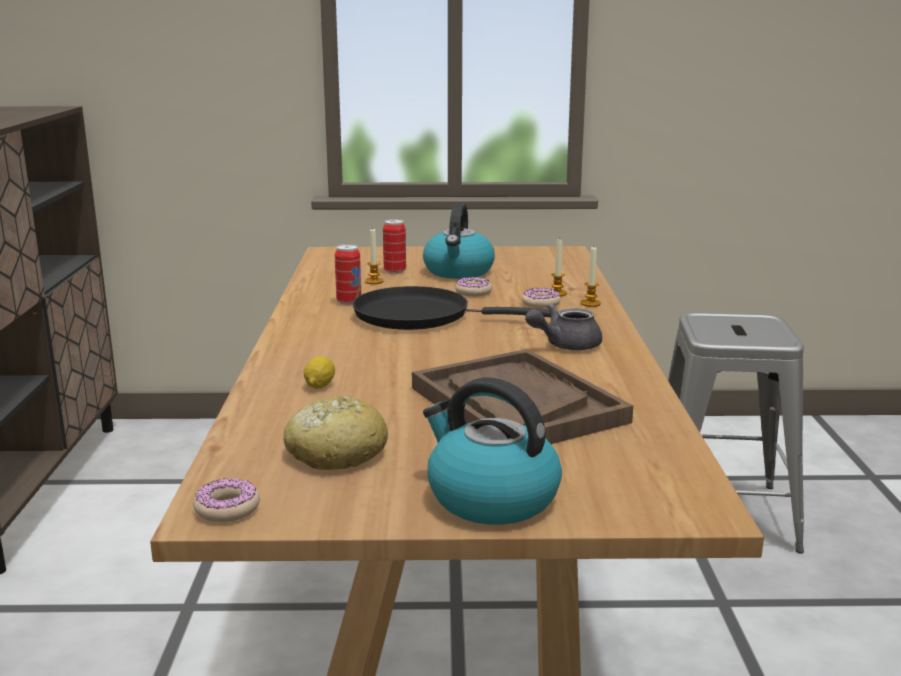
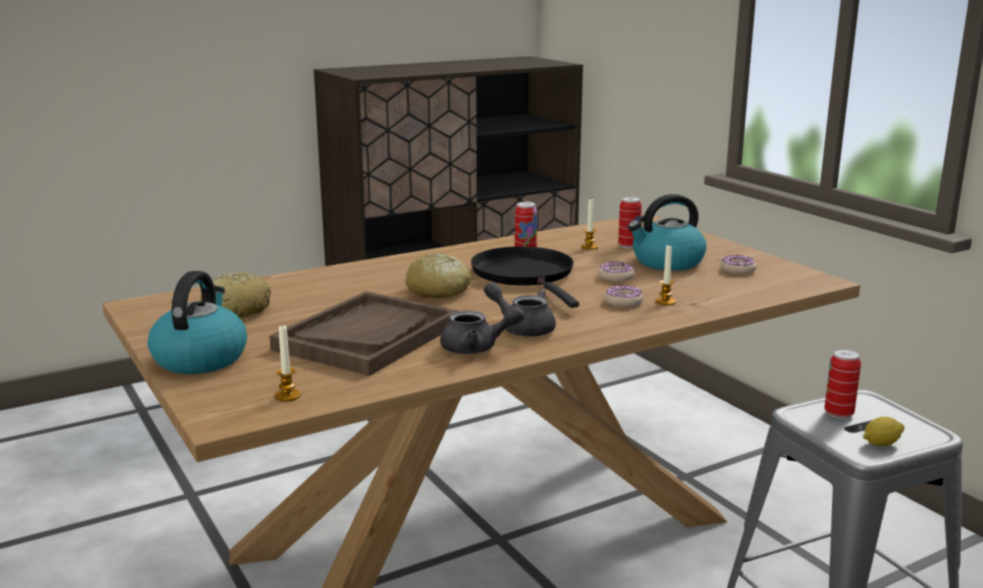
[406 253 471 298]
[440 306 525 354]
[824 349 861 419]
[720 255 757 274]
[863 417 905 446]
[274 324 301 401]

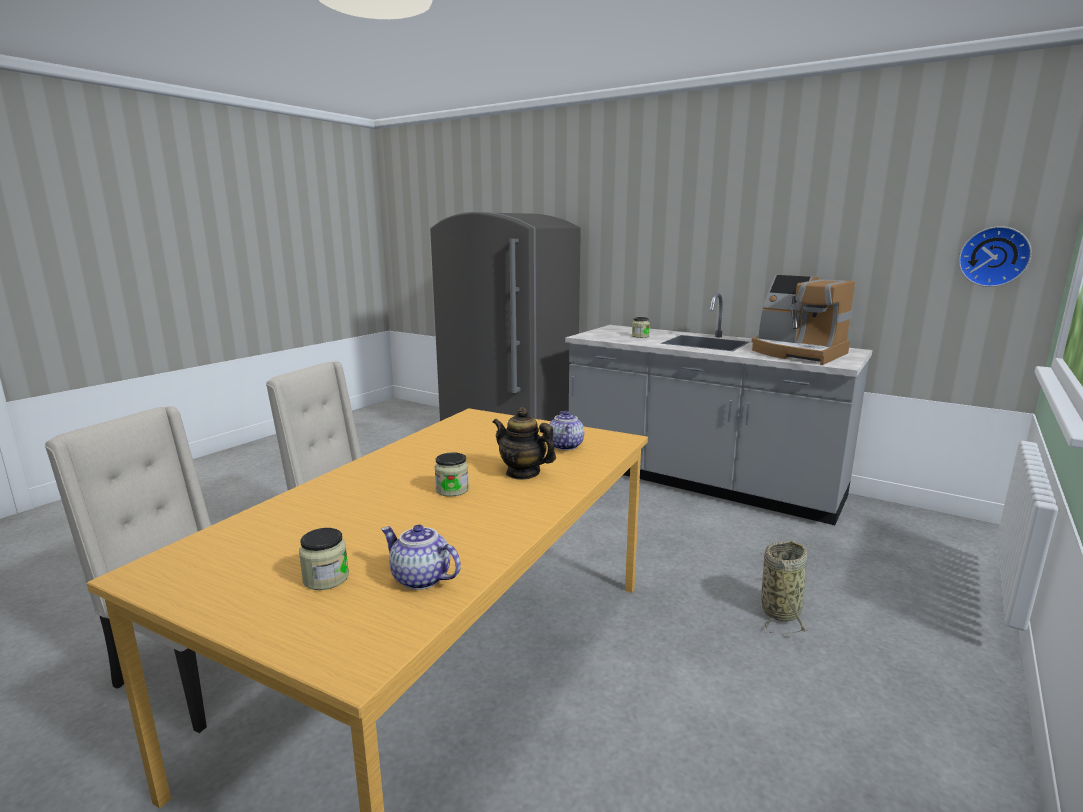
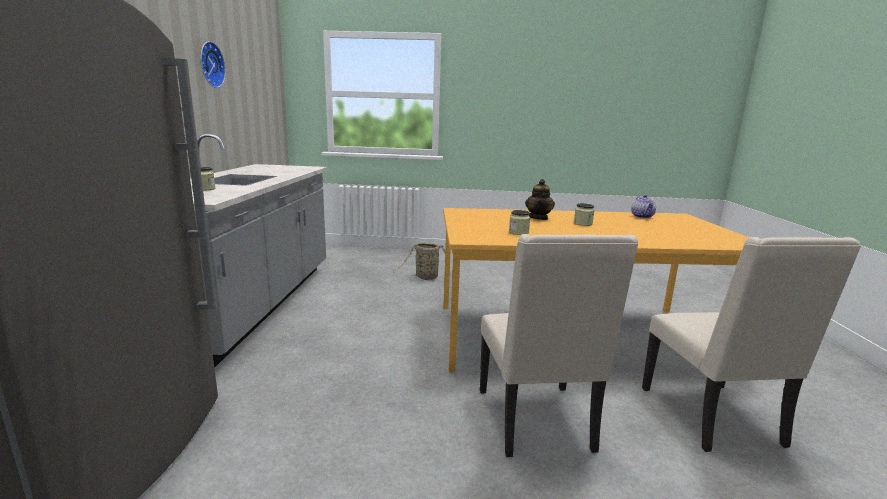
[549 411 584 450] (first image)
[752 275 855 365] (first image)
[509 210 530 235]
[200 41 226 88]

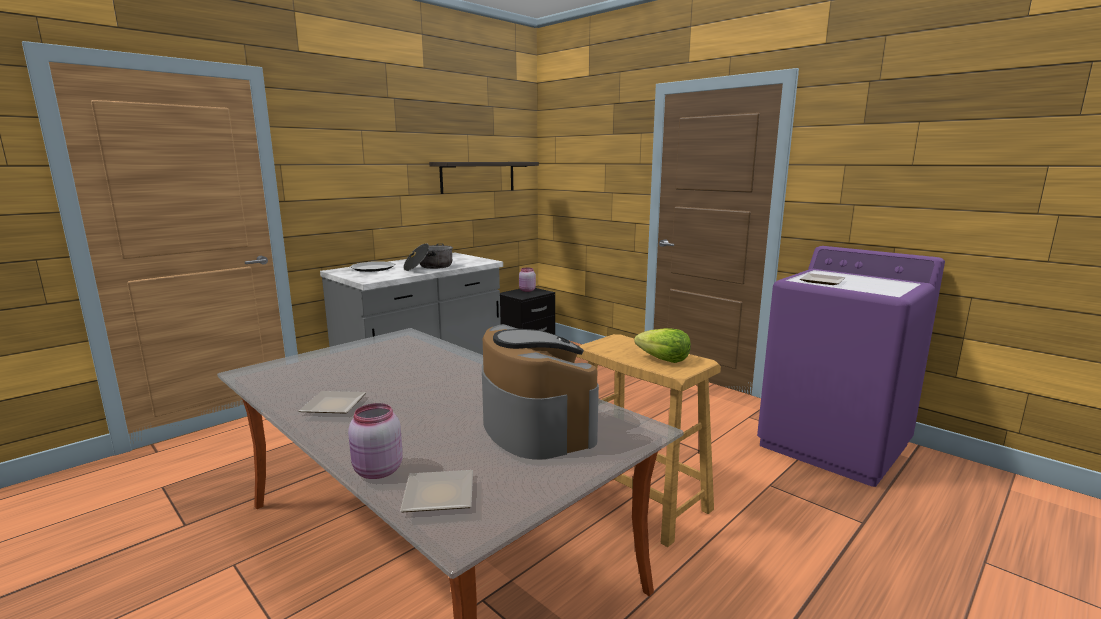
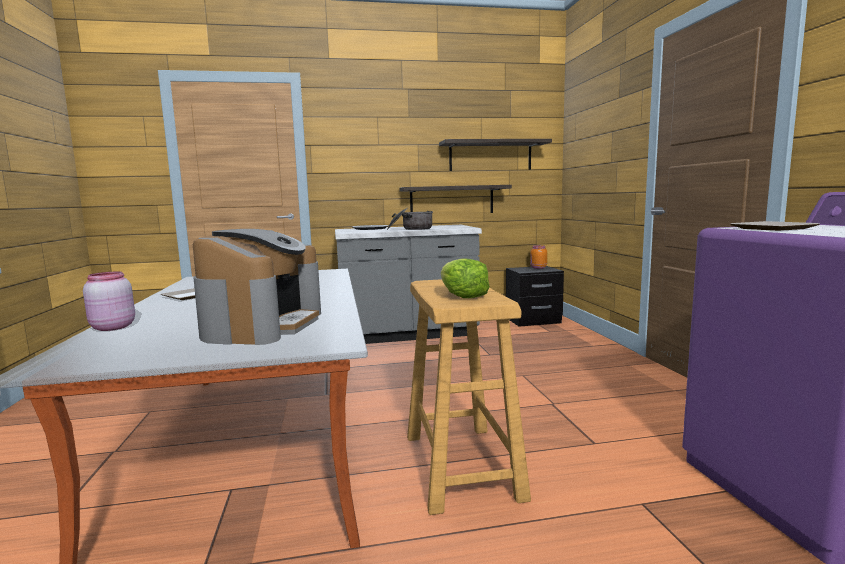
[400 470 473 512] (first image)
[399 185 512 213]
[530 245 547 269]

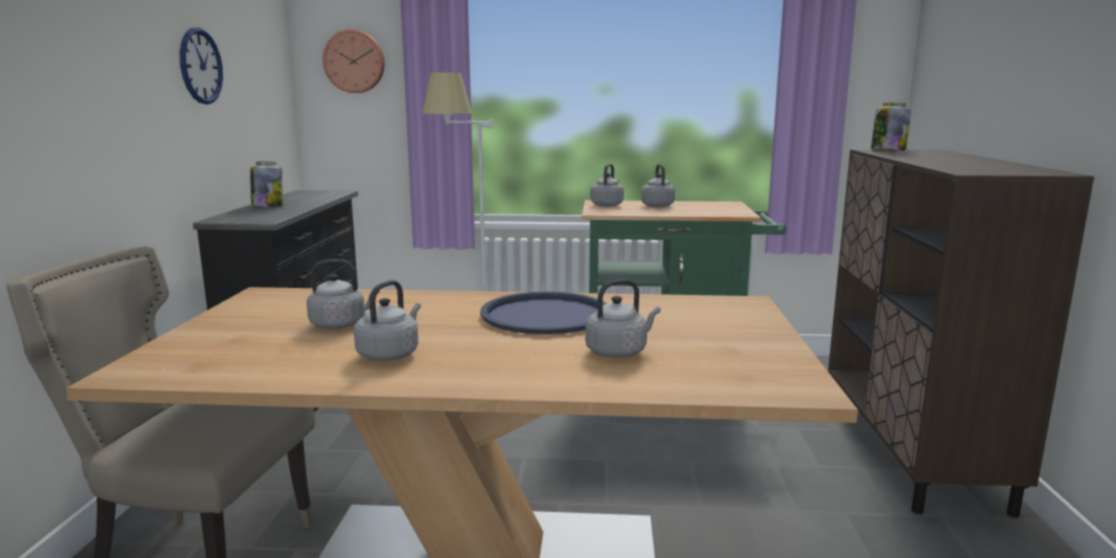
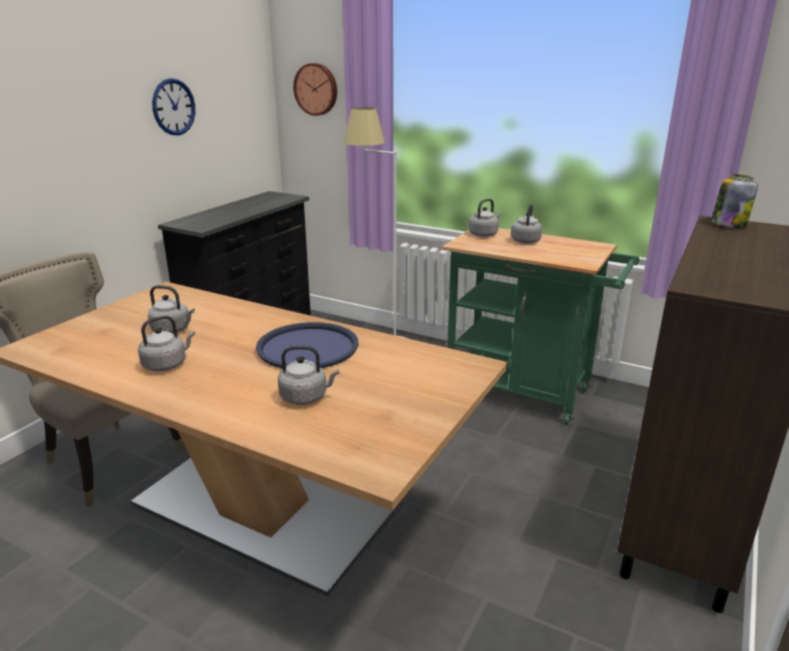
[250 161 283 207] (first image)

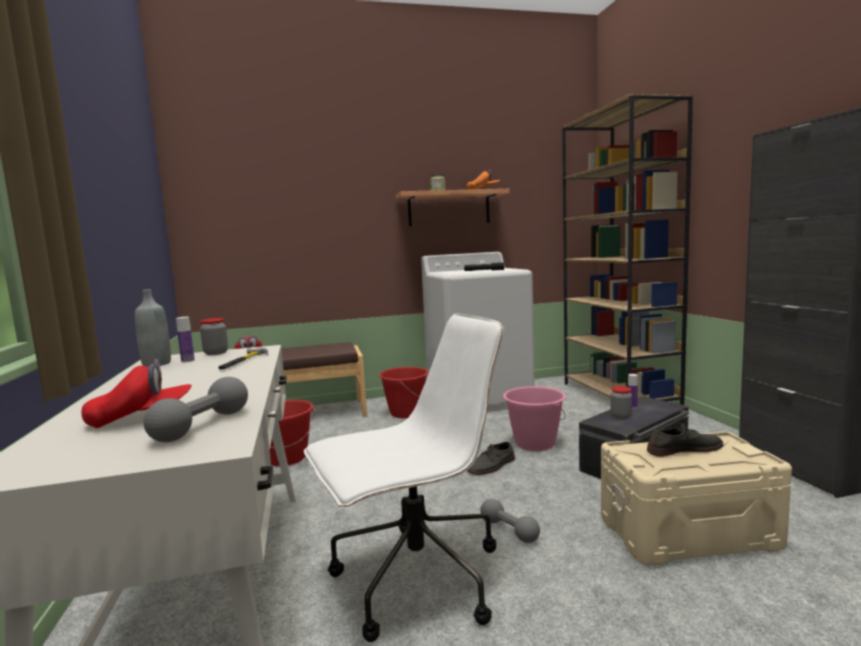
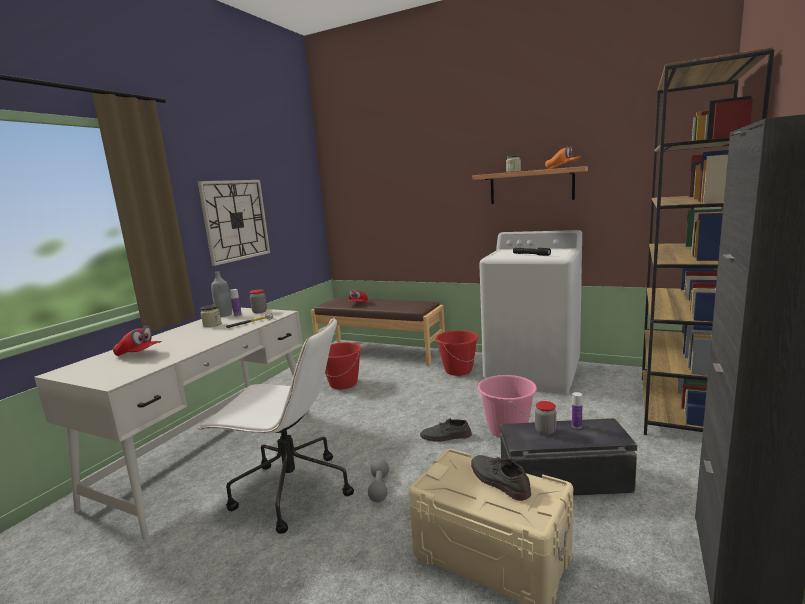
[144 377 248 442] (first image)
[198 180 270 266]
[200 305 222 327]
[471 455 531 501]

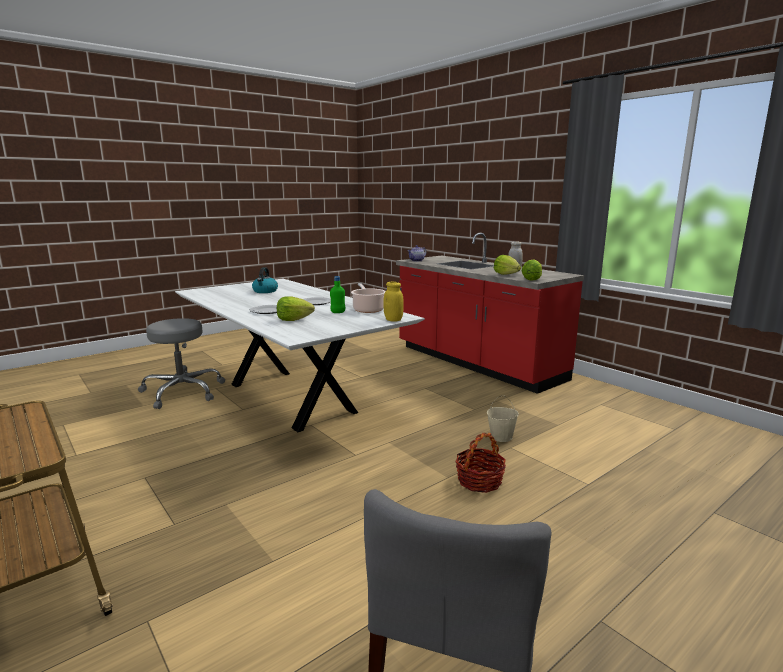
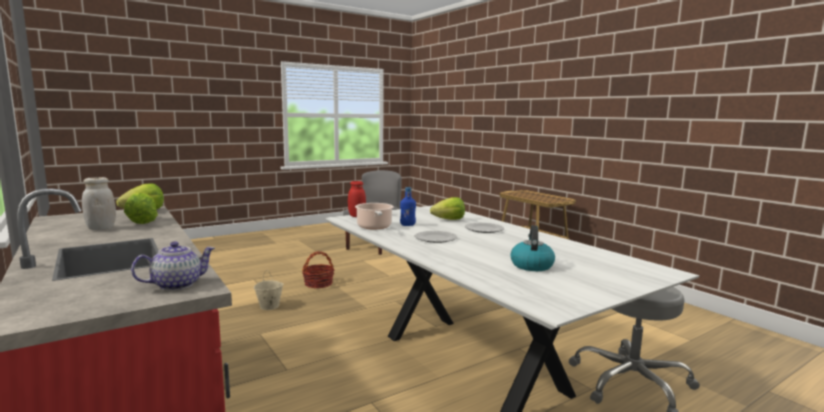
[400 187 416 226]
[348 181 366 217]

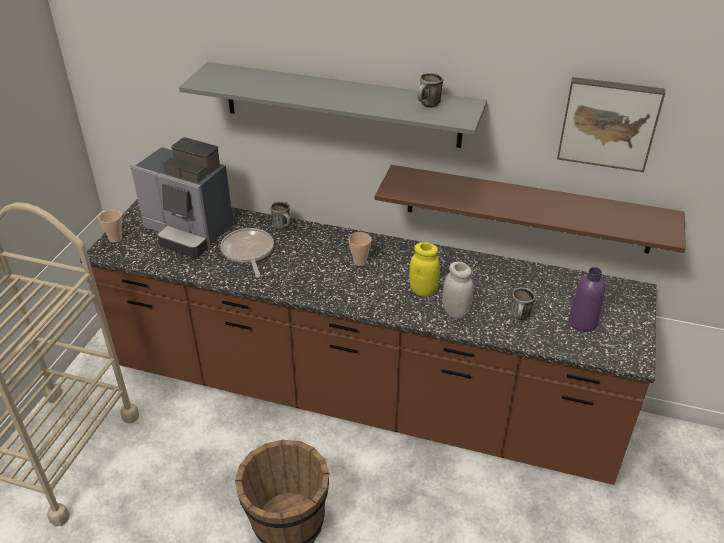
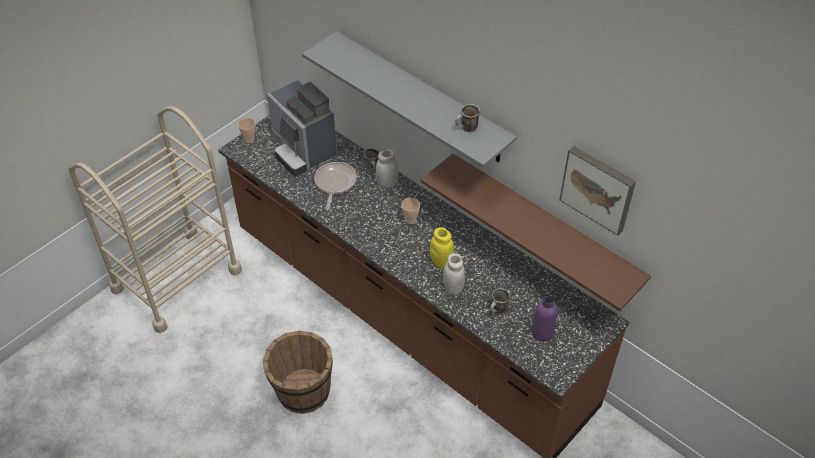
[376 149 398 189]

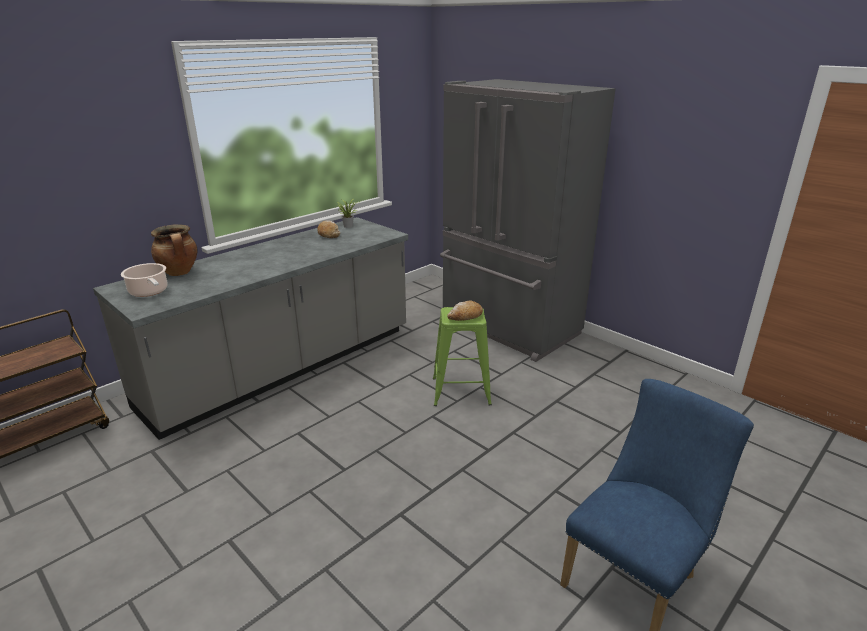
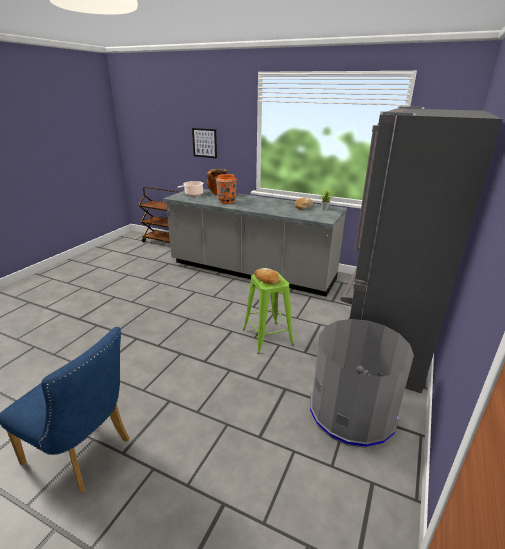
[192 128 217 158]
[216 174 237 204]
[310 319 414 448]

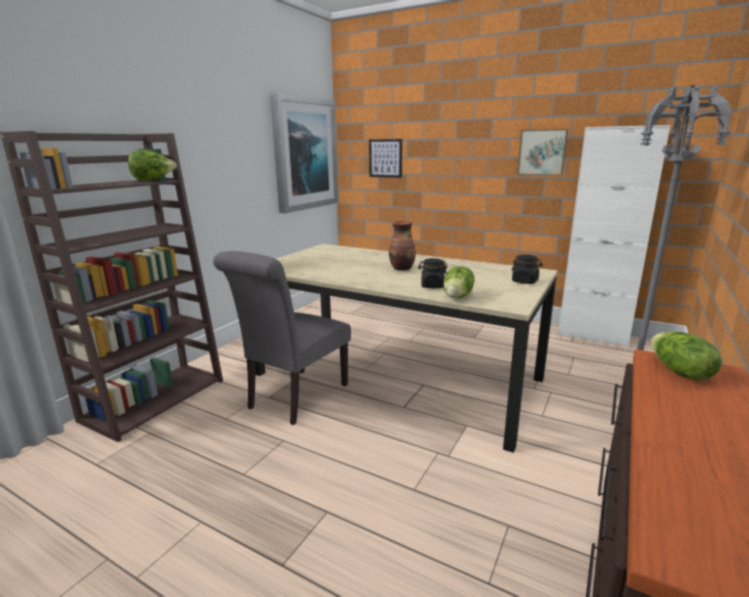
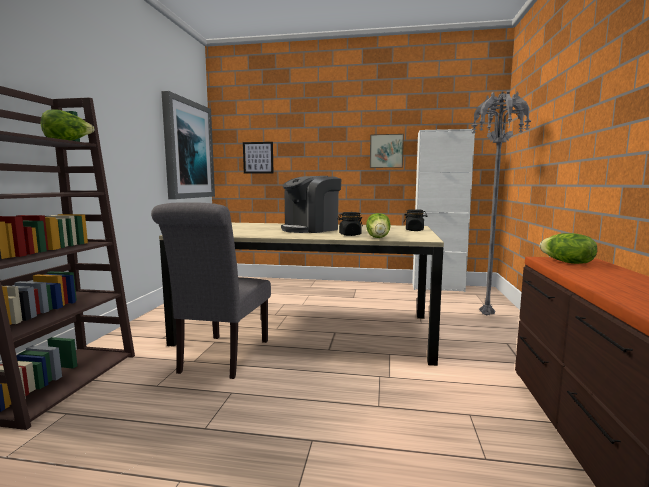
[281 176 341 233]

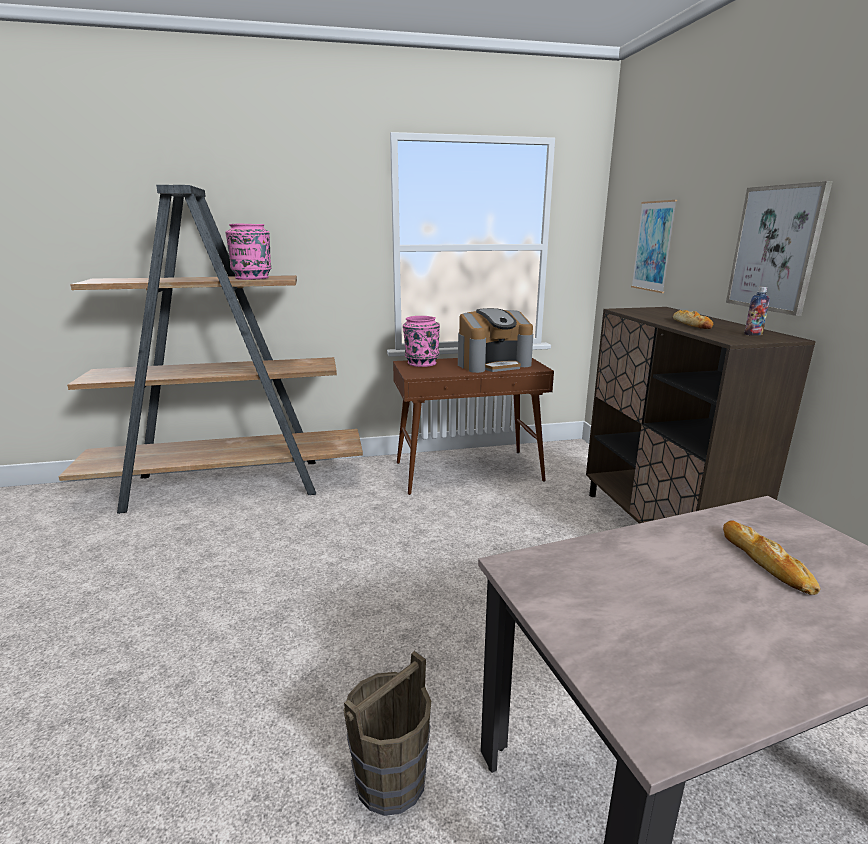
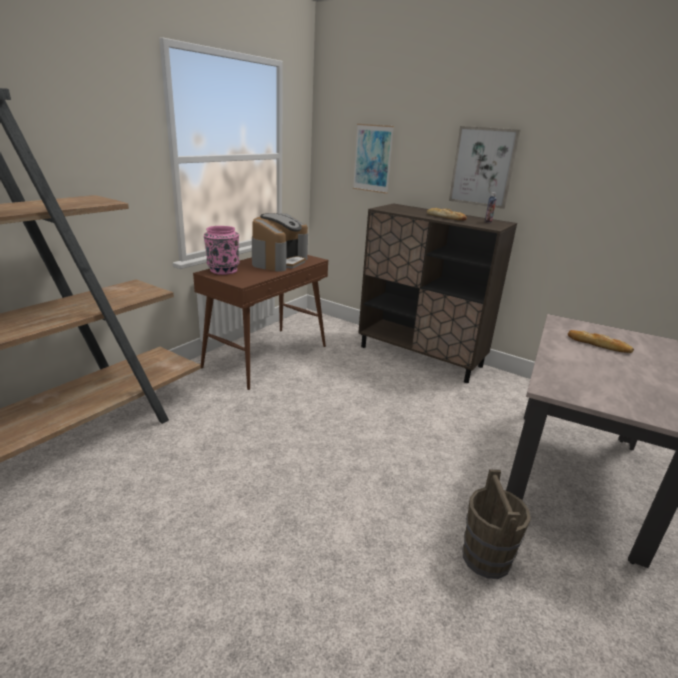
[225 224 271 280] (first image)

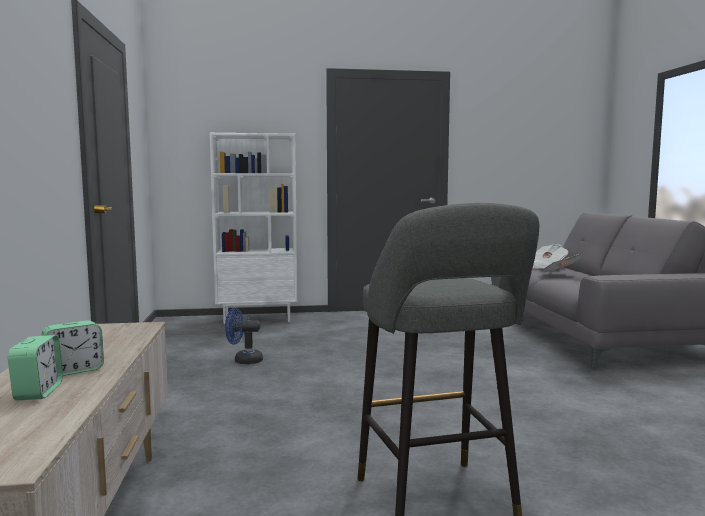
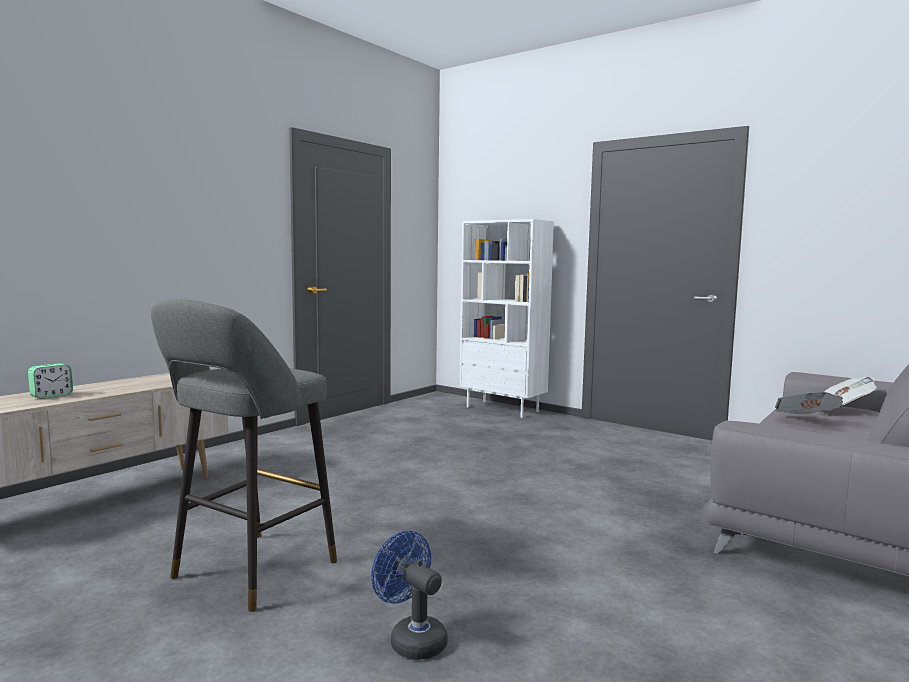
[41 320 104 376] (first image)
[371 531 448 660]

